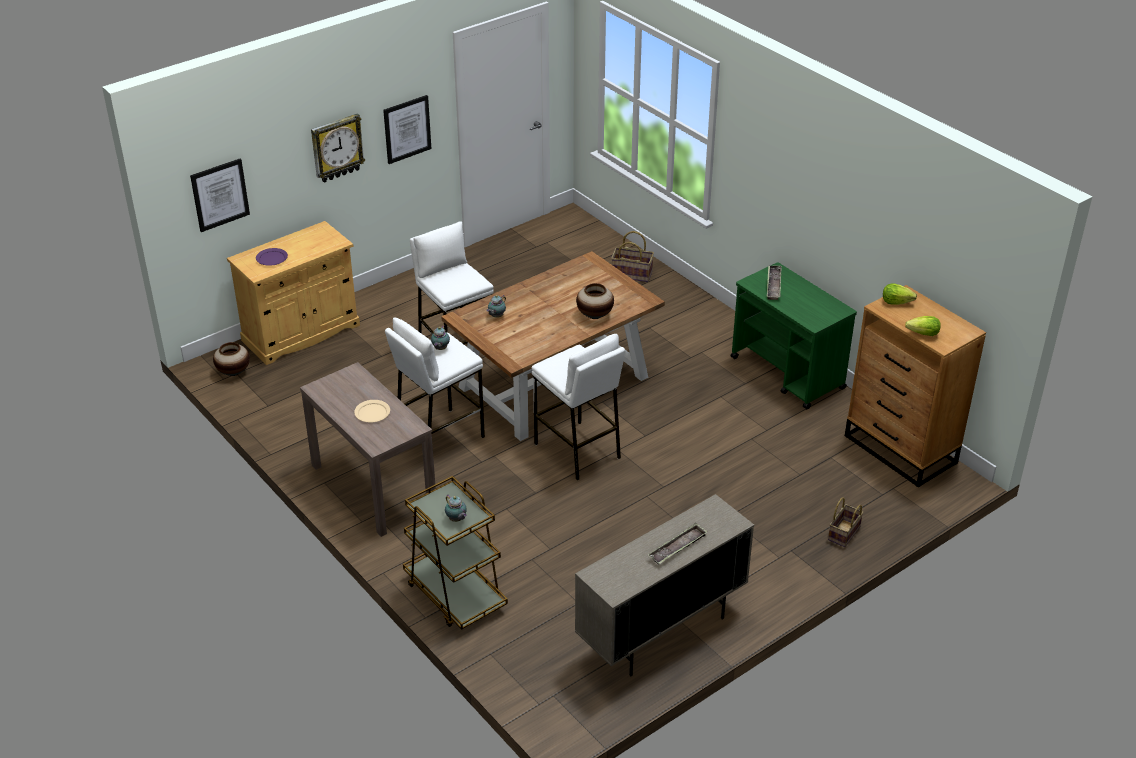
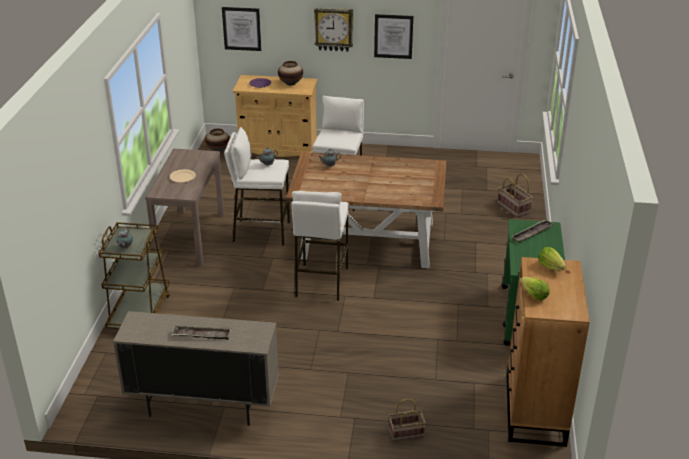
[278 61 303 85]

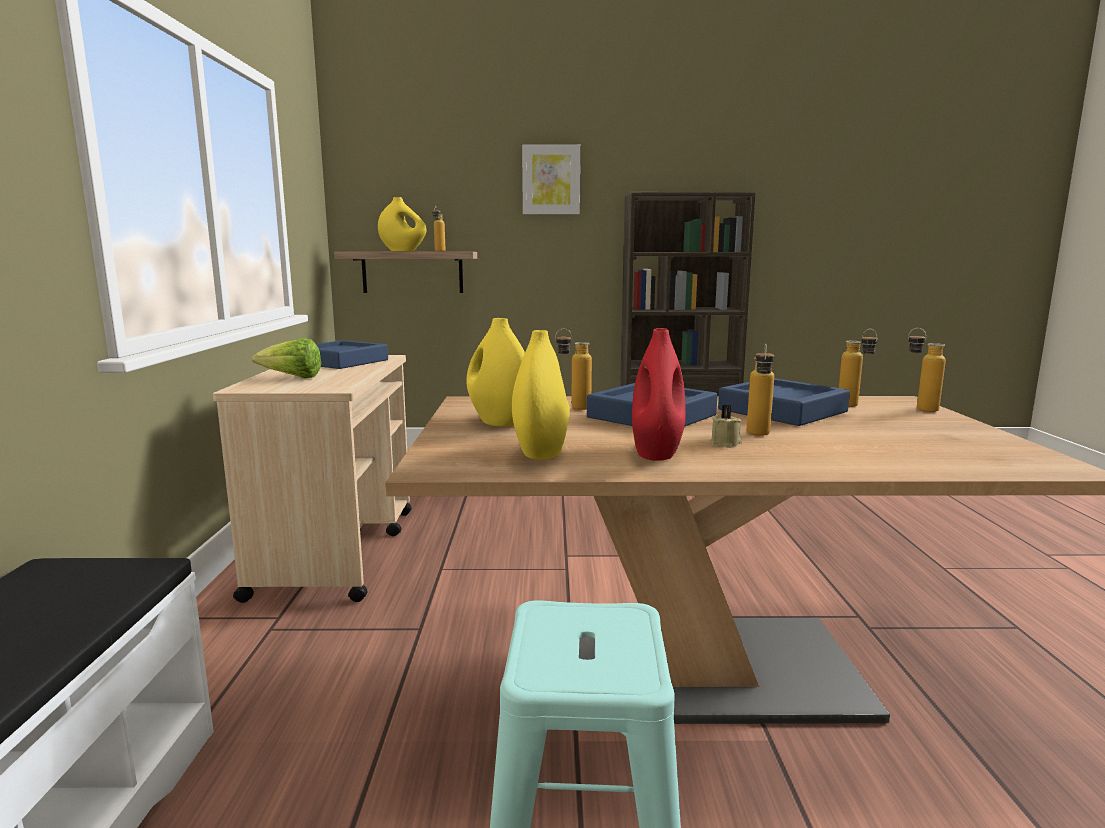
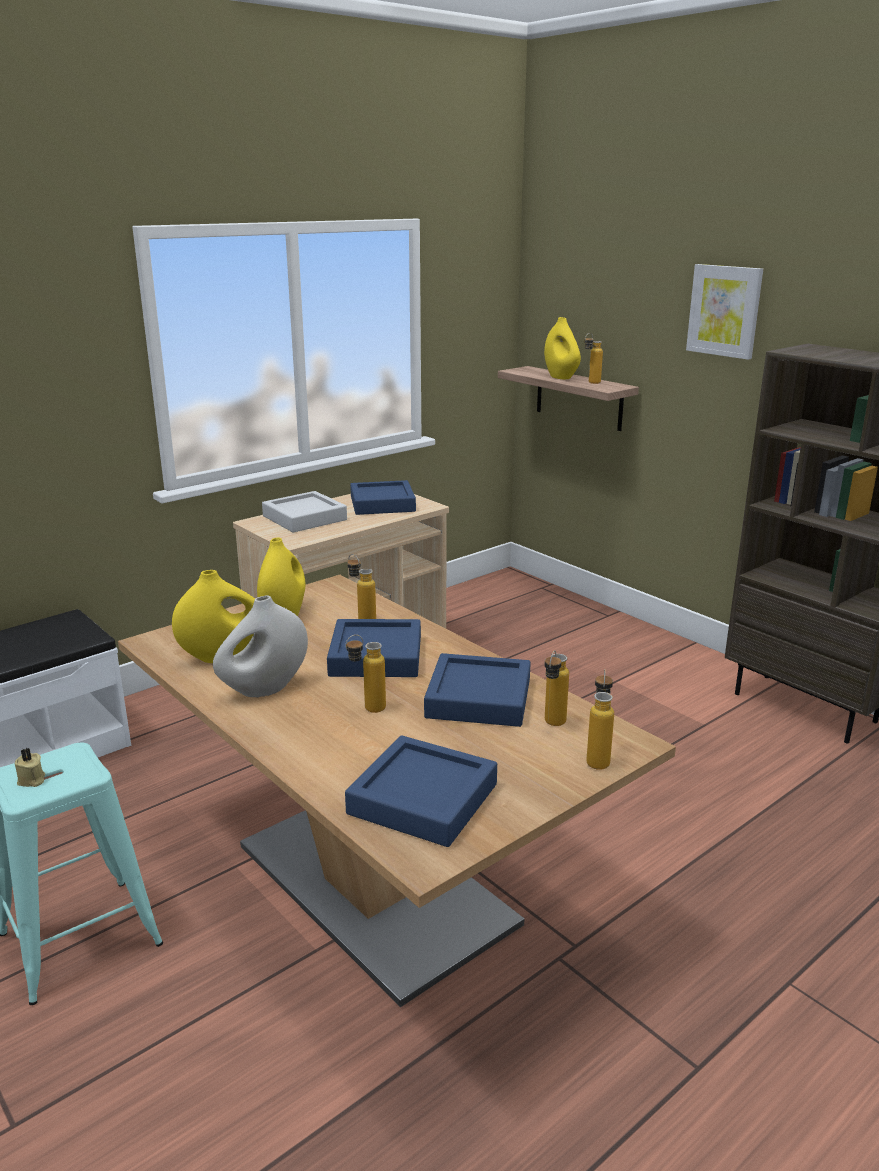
[345 735 497 847]
[15 748 45 787]
[262 491 347 532]
[213 595 308 698]

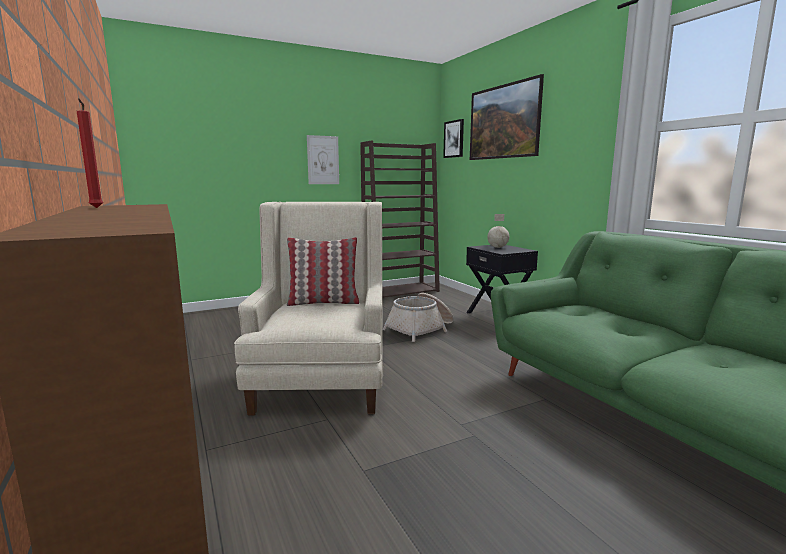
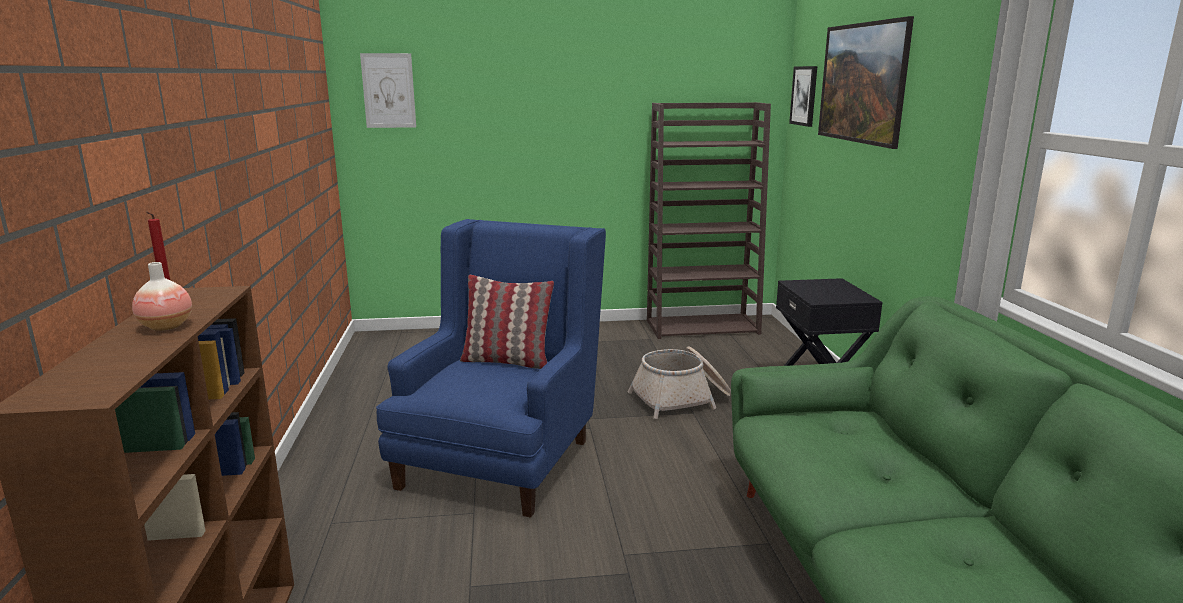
[487 214 509 248] (first image)
[132 262 192 331]
[360 53 416 128]
[376 219 606 518]

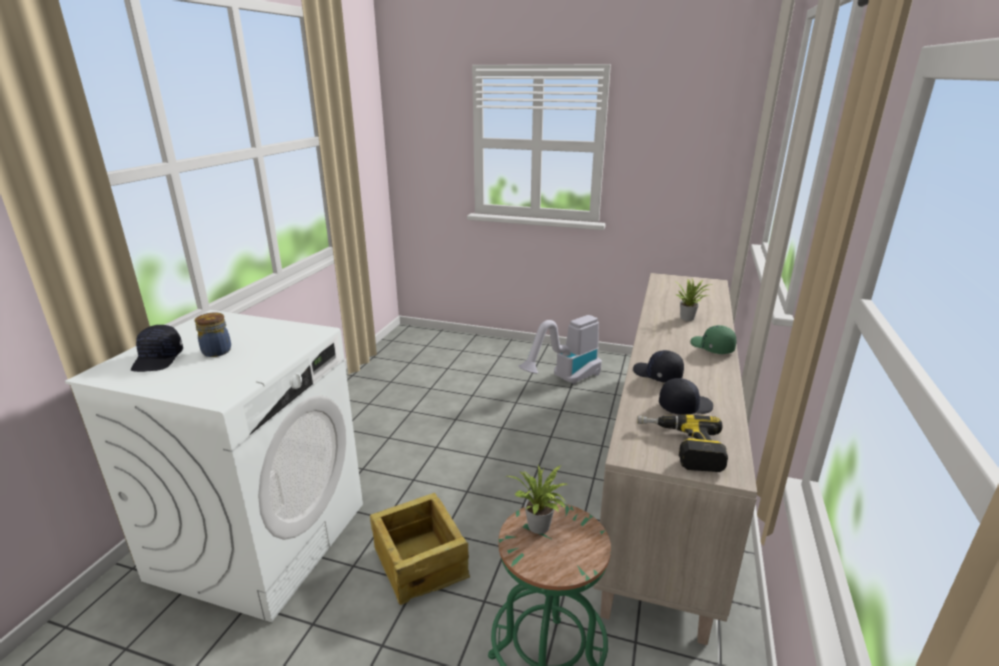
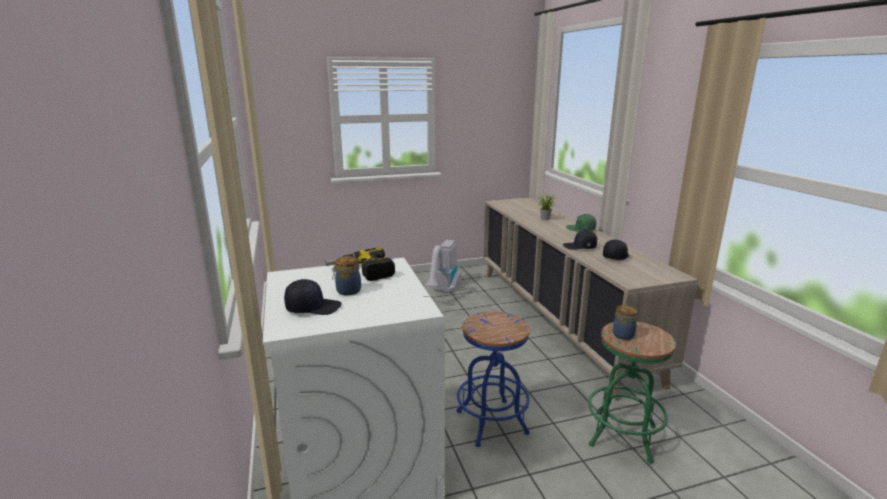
[325 247 395 281]
[457 311 530 447]
[613 305 638 340]
[284 279 341 315]

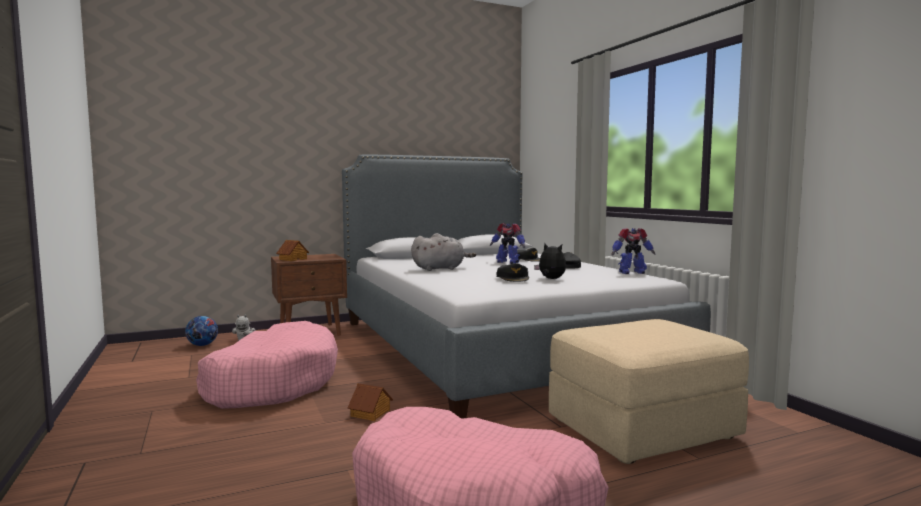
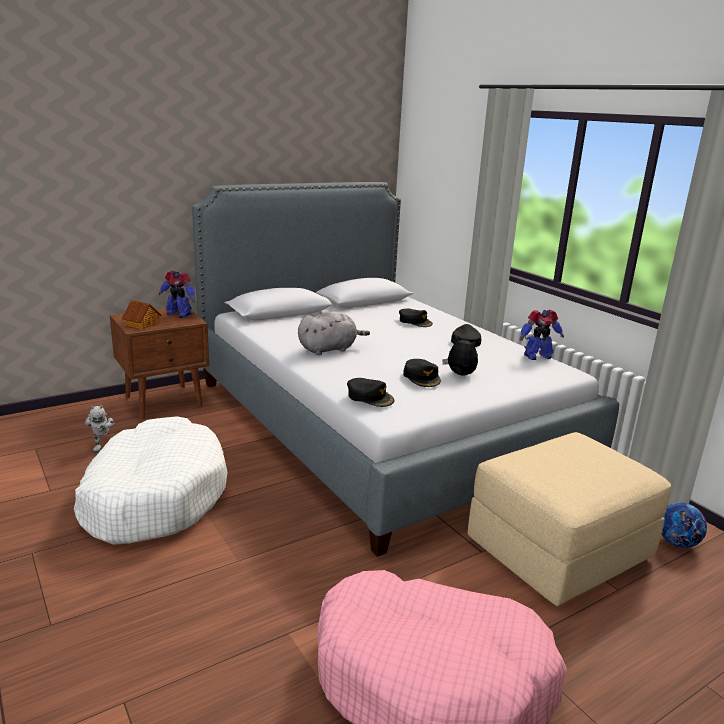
[348 383 393 421] (first image)
[347 378 394 407]
[662 502 707 548]
[159 271 195 318]
[74 416 227 545]

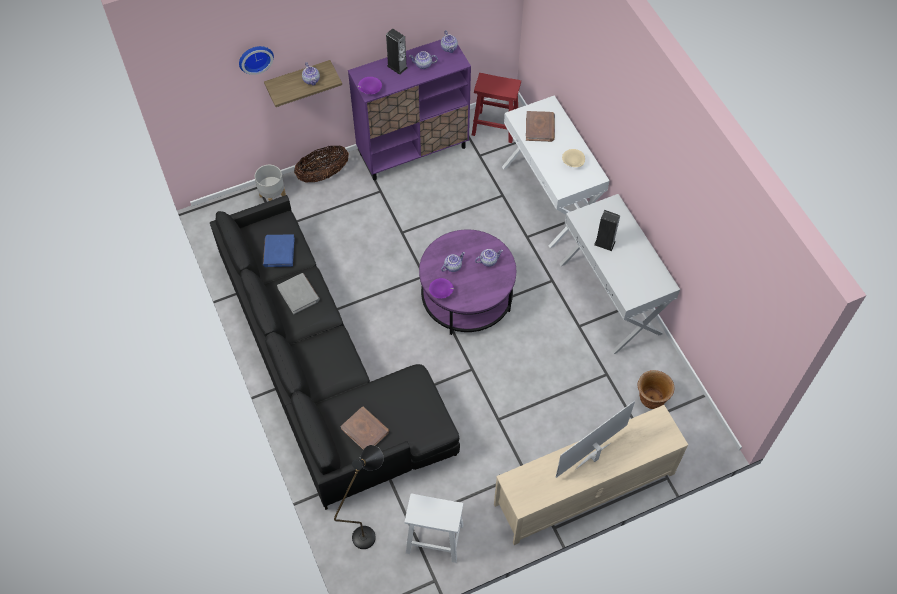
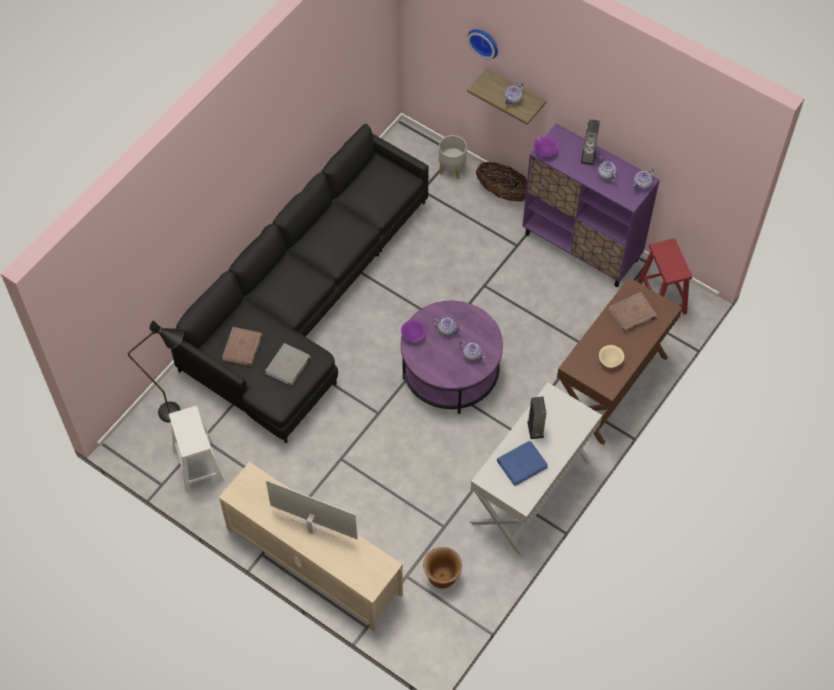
[497 441 548 486]
[265 343 311 386]
[557 277 682 445]

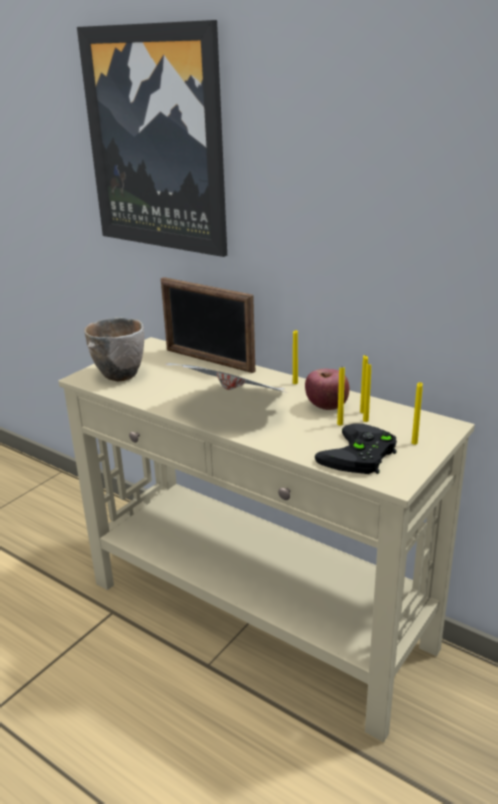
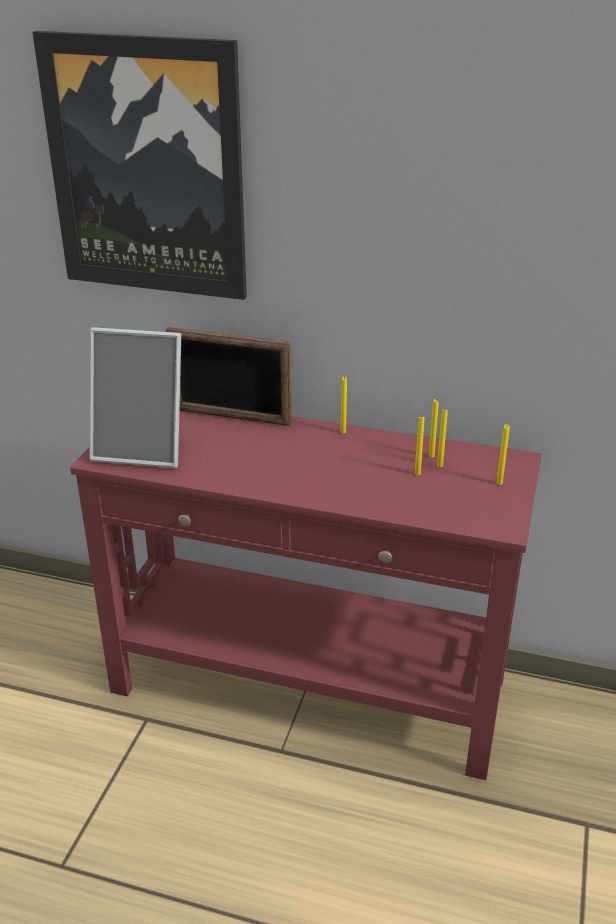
[165 363 288 393] (first image)
[305 369 350 410] (first image)
[315 424 397 474] (first image)
[90 327 181 468]
[70 411 542 780]

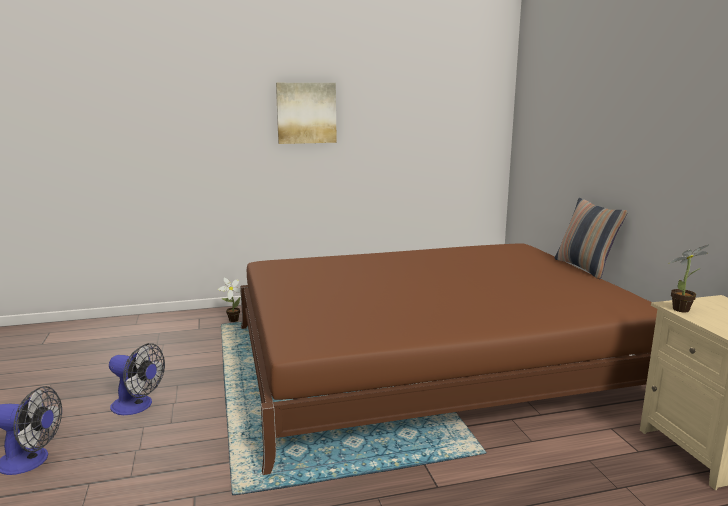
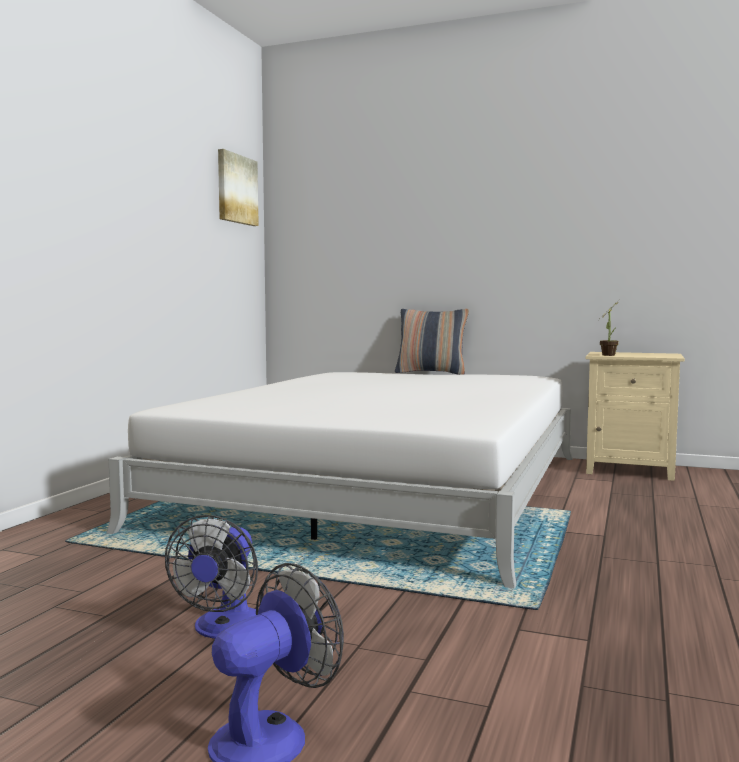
[218 278 241 322] (first image)
[218 149 259 226]
[106 372 572 589]
[165 515 258 639]

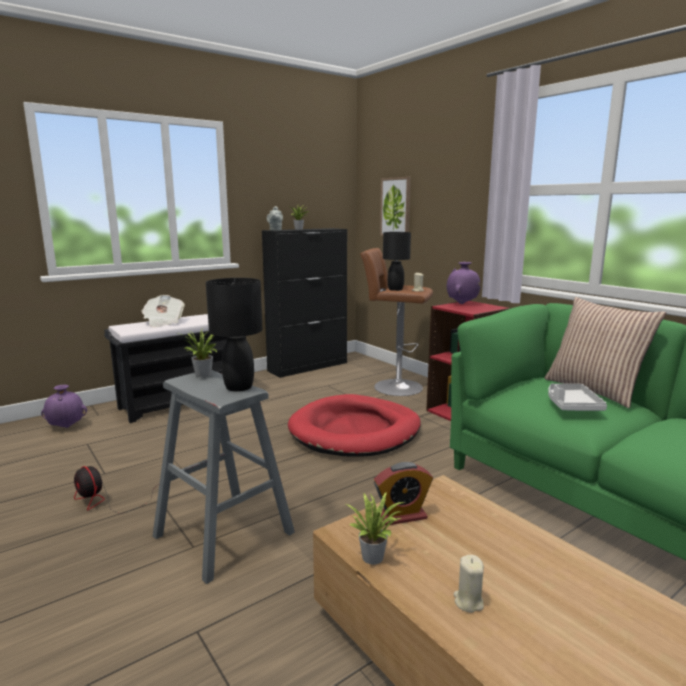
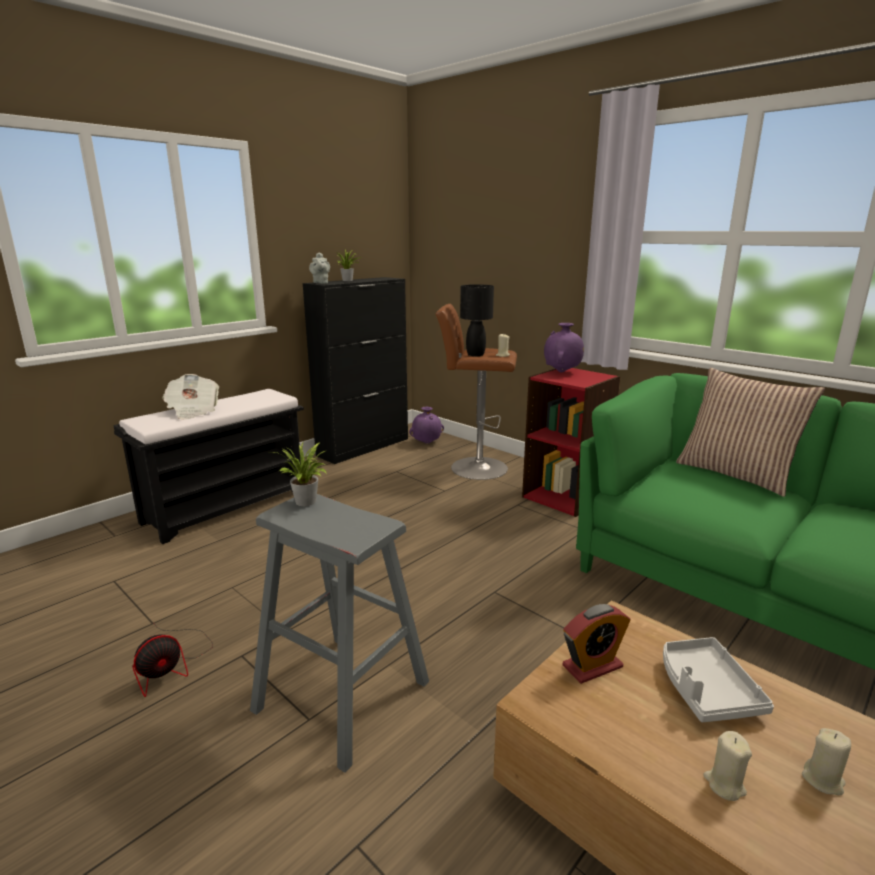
[206 278 262 392] (first image)
[288 394 421 457] (first image)
[346 491 404 565] (first image)
[380 177 411 236] (first image)
[802 728 851 795]
[409 407 444 444]
[663 637 774 722]
[132 624 213 697]

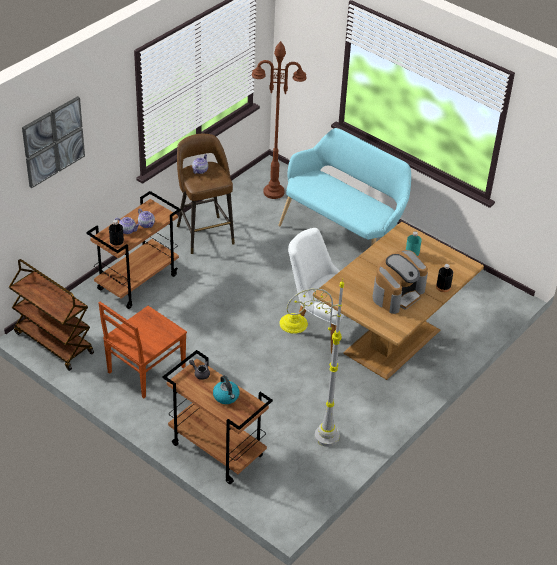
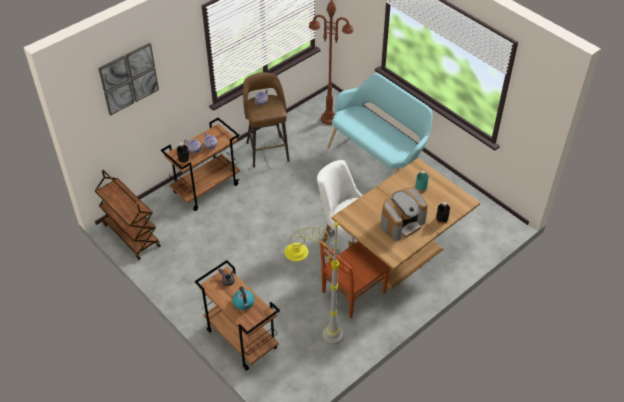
[320 241 390 318]

